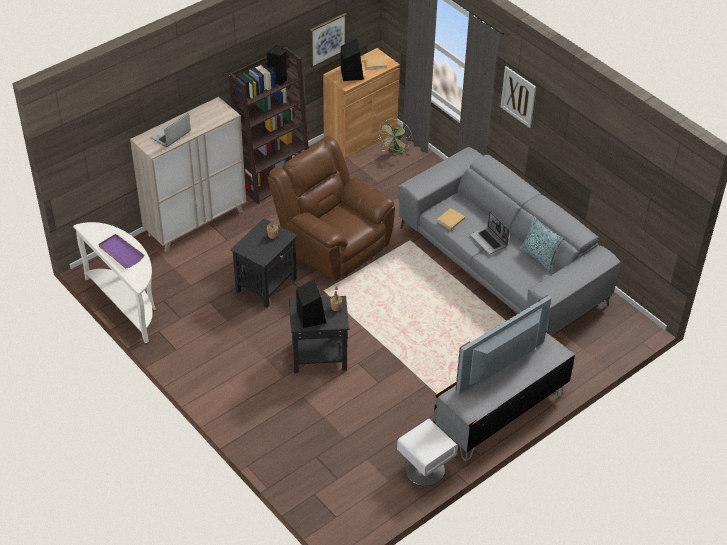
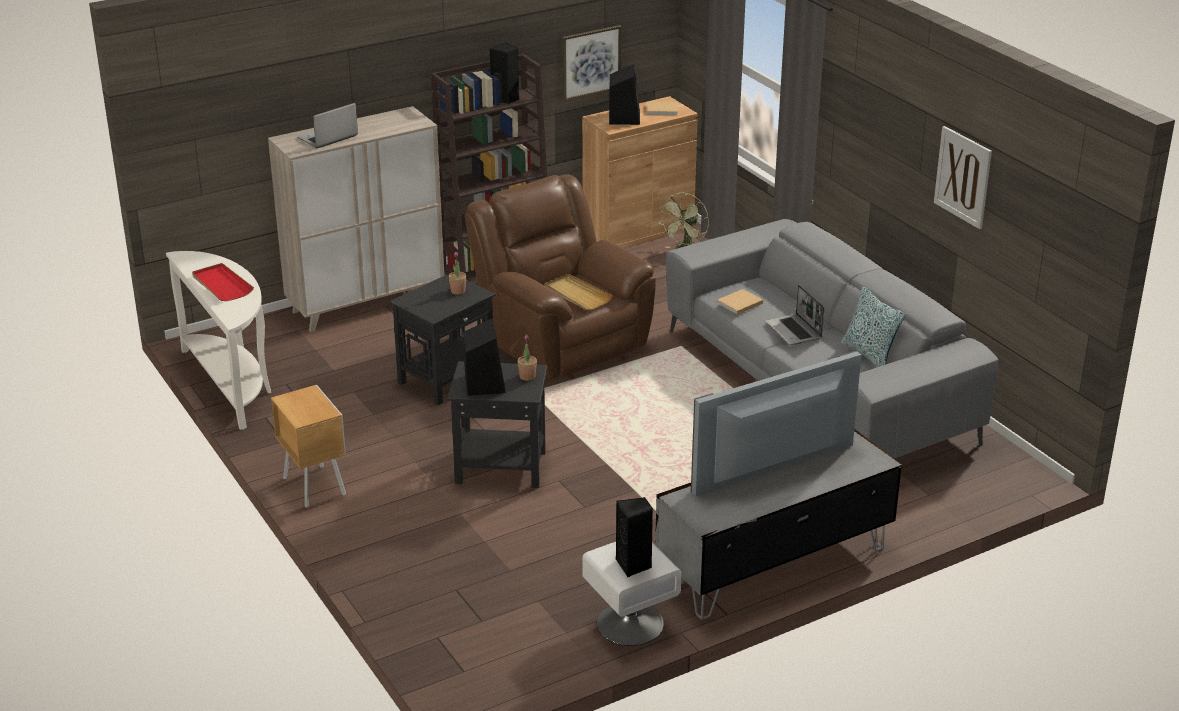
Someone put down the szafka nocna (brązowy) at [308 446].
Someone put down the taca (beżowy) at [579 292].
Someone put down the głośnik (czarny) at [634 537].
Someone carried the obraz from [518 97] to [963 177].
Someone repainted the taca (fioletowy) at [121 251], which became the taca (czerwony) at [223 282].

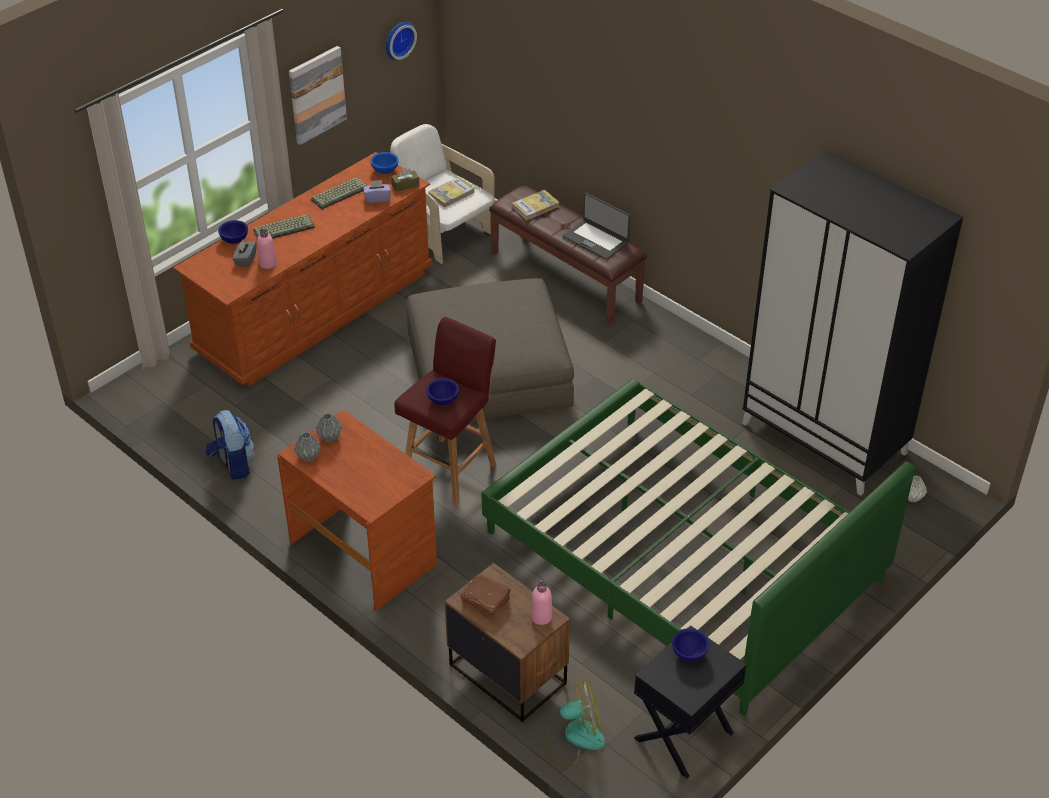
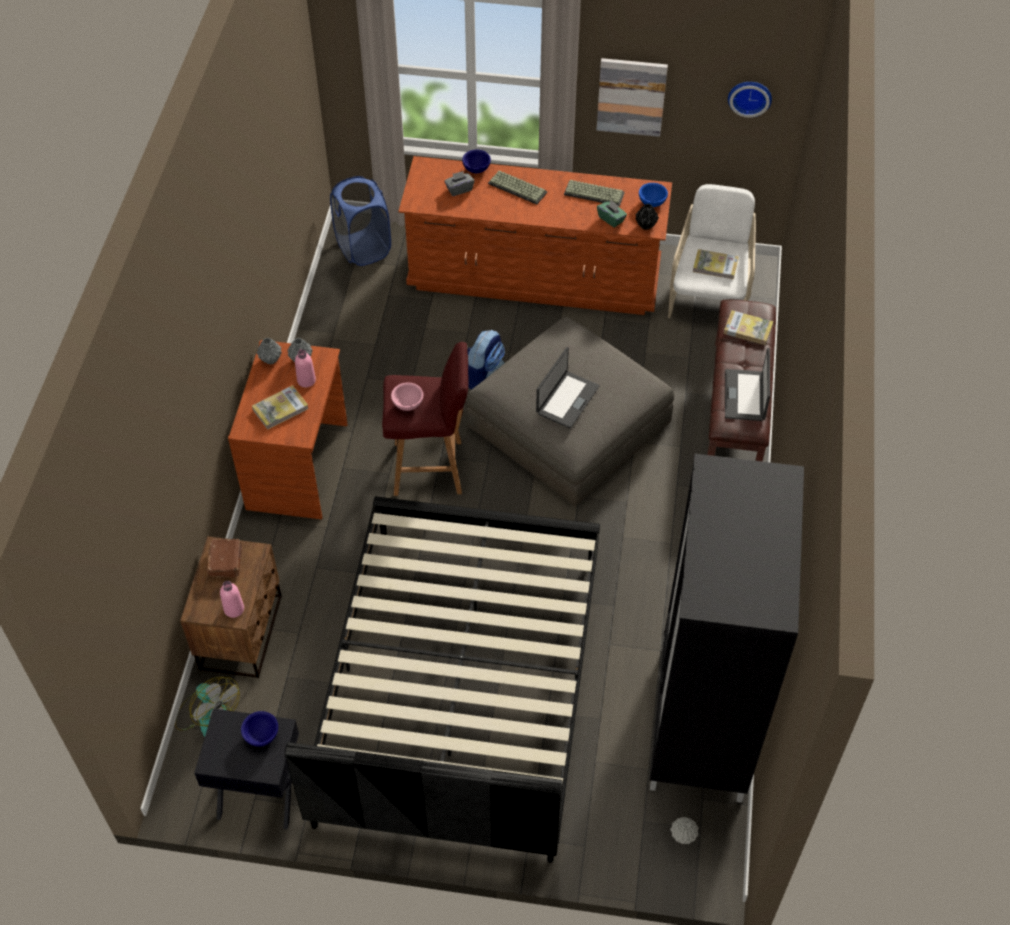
Someone put down the książka at [280 407].
Someone put down the kosz na pranie (niebieski) at [360 221].
Someone put down the laptop at [568 387].
Someone carried the plecak from [230 445] to [486 360].
Someone carried the butelka (różowy) from [267 249] to [305 368].
Someone swapped the pudełko chusteczek (brązowy) at [405 180] for the wazon (czarny) at [647 217].
Someone repainted the pudełko chusteczek (fioletowy) at [377 191], which became the pudełko chusteczek (zielony) at [612 214].
Someone repainted the miska (niebieski) at [442 391], which became the miska (różowy) at [407 397].
Someone repainted the łóżko (zielony) at [698 547], which became the łóżko (czarny) at [442 679].

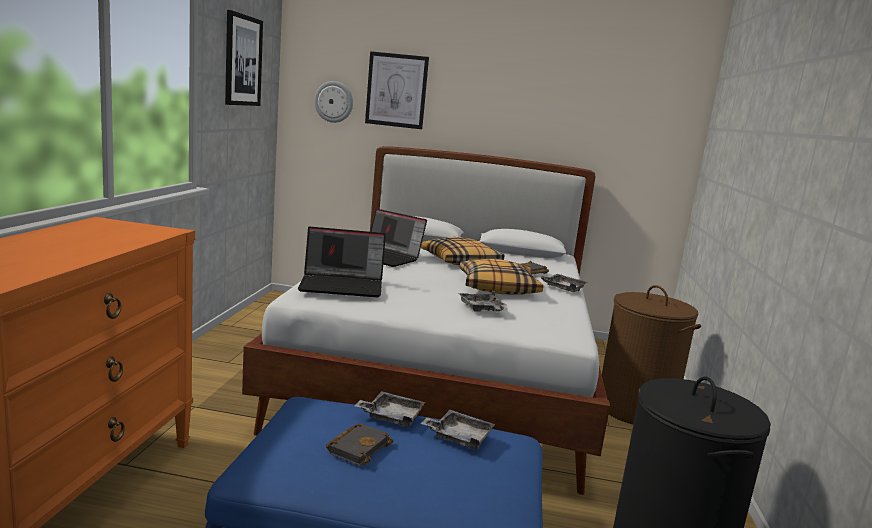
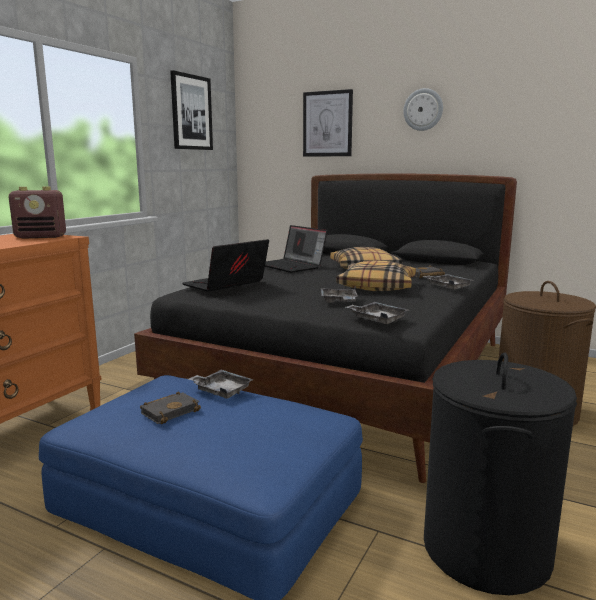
Someone put down the radio at [37 212].
Someone carried the zegar ścienny from [333 102] to [423 109].
Someone carried the taca (szary) from [457 430] to [377 313].
Someone repainted the łóżko (biały) at [426 320], which became the łóżko (czarny) at [325 328].
Someone rotated the laptop at [342 262] by 120 degrees clockwise.

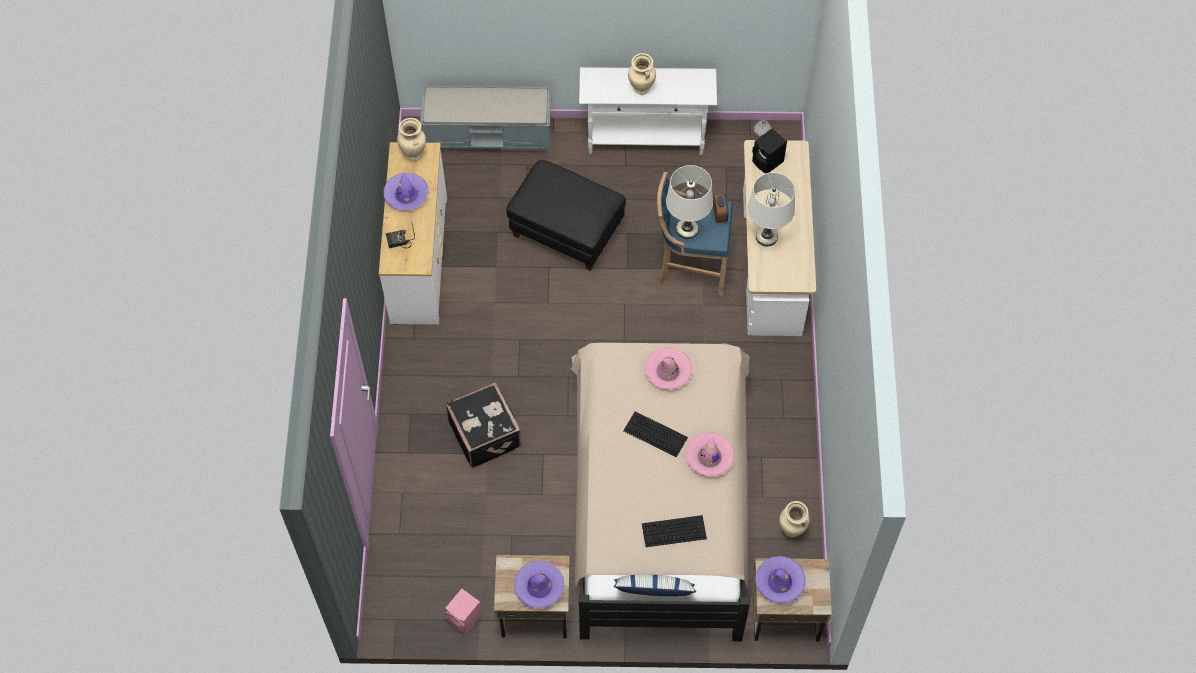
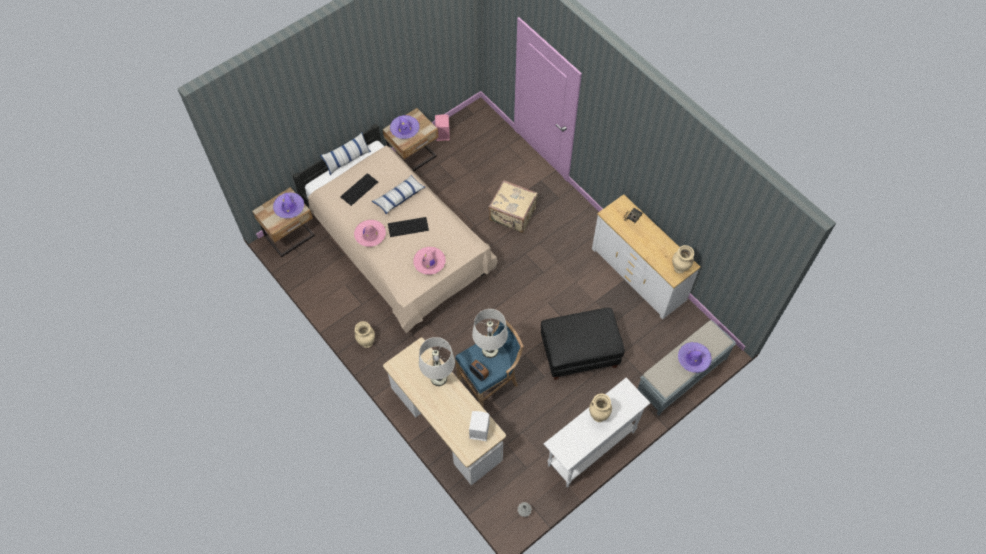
Someone put down the poduszka at [398 194].
Someone carried the kapelusz (fioletowy) from [406 192] to [695 357].
Someone carried the wazon (beżowy) from [794 519] to [364 334].
Someone repainted the walizka (czarny) at [483 425], which became the walizka (beżowy) at [513 206].
Someone repainted the głośnik (czarny) at [769 151], which became the głośnik (biały) at [479 426].

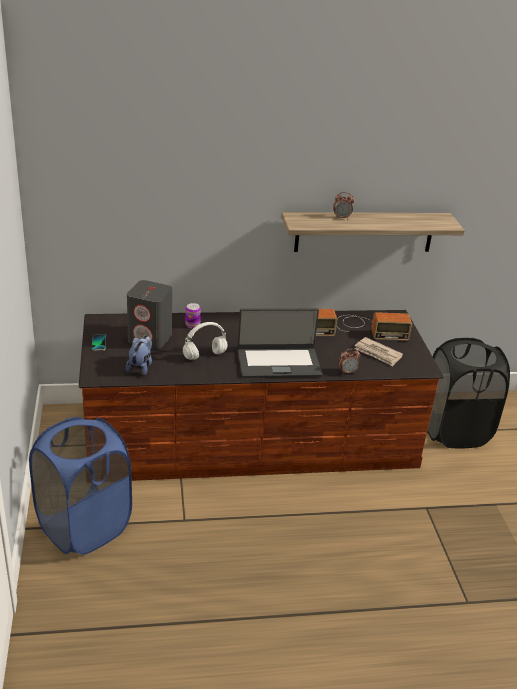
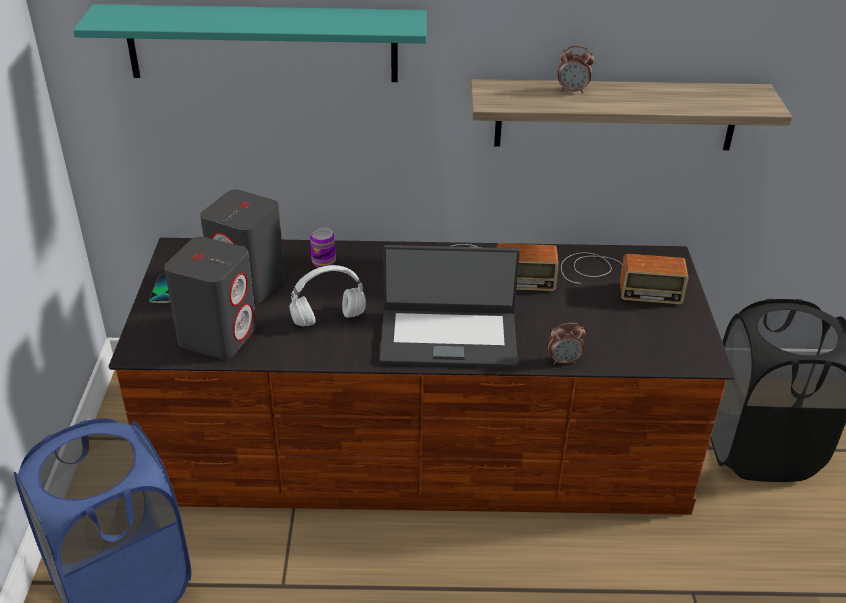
Someone took away the gazeta at [378 352].
Someone put up the półka (turkusowy) at [250 43].
Someone swapped the pluszak at [139 355] for the głośnik (szary) at [210 298].

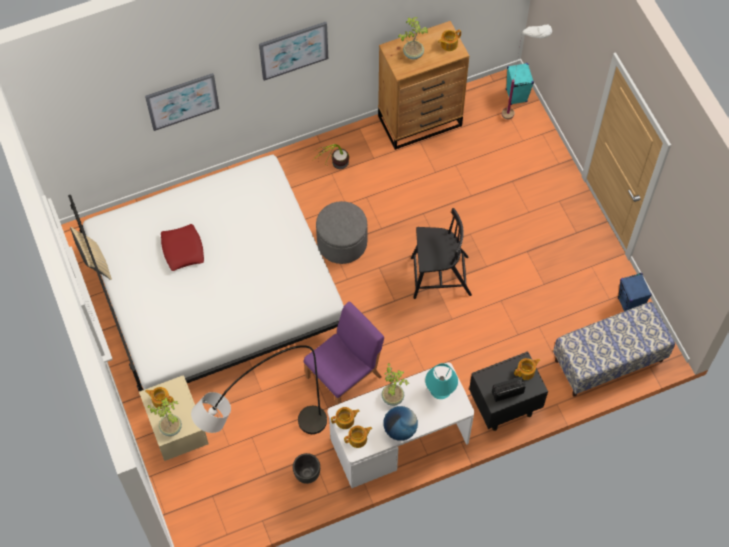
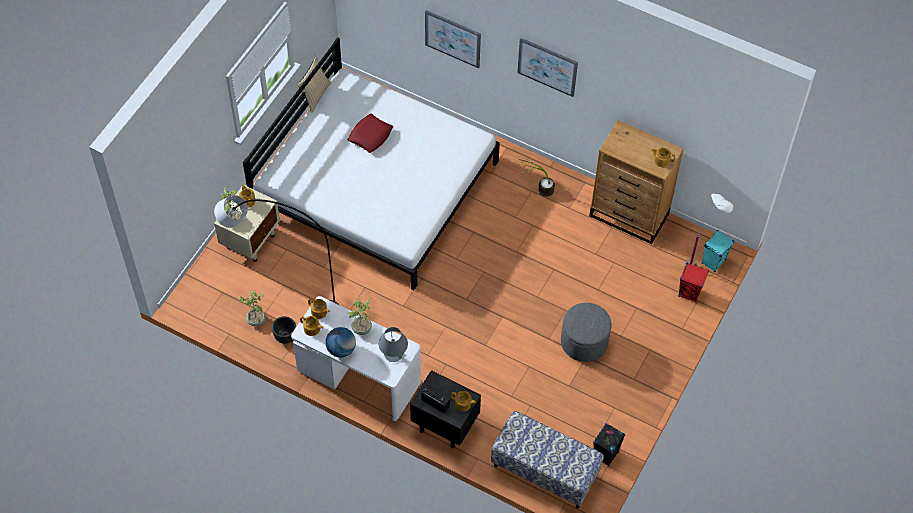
Someone took away the krzesło (fioletowy) at [343 353].
Someone took away the krzesło (czarny) at [441 253].
Someone put down the głośnik (czerwony) at [693 283].
Someone carried the pufa (szary) from [341 232] to [586 332].
Someone carried the roślina doniczkowa from [413 38] to [251 307].
Someone repainted the lampa stołowa (turkusowy) at [441 381], which became the lampa stołowa (szary) at [393 344].
Someone repainted the głośnik (niebieski) at [635 292], which became the głośnik (czarny) at [609 445].

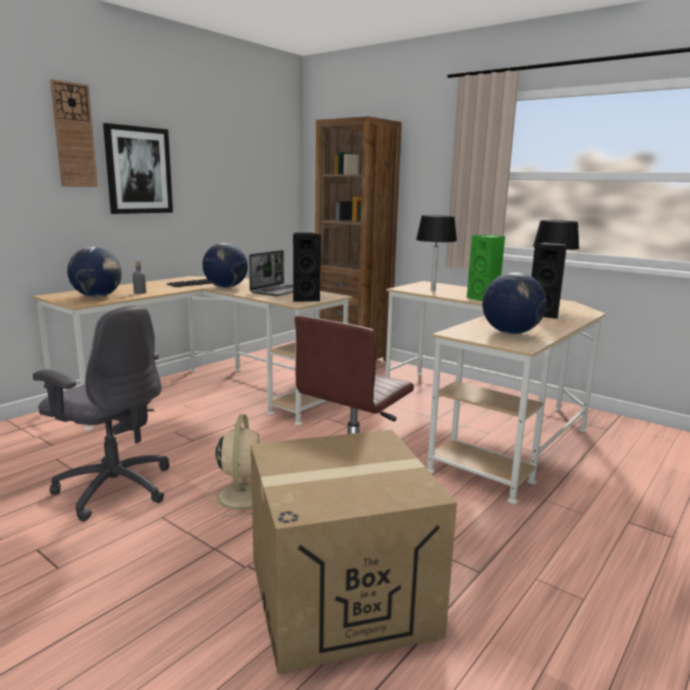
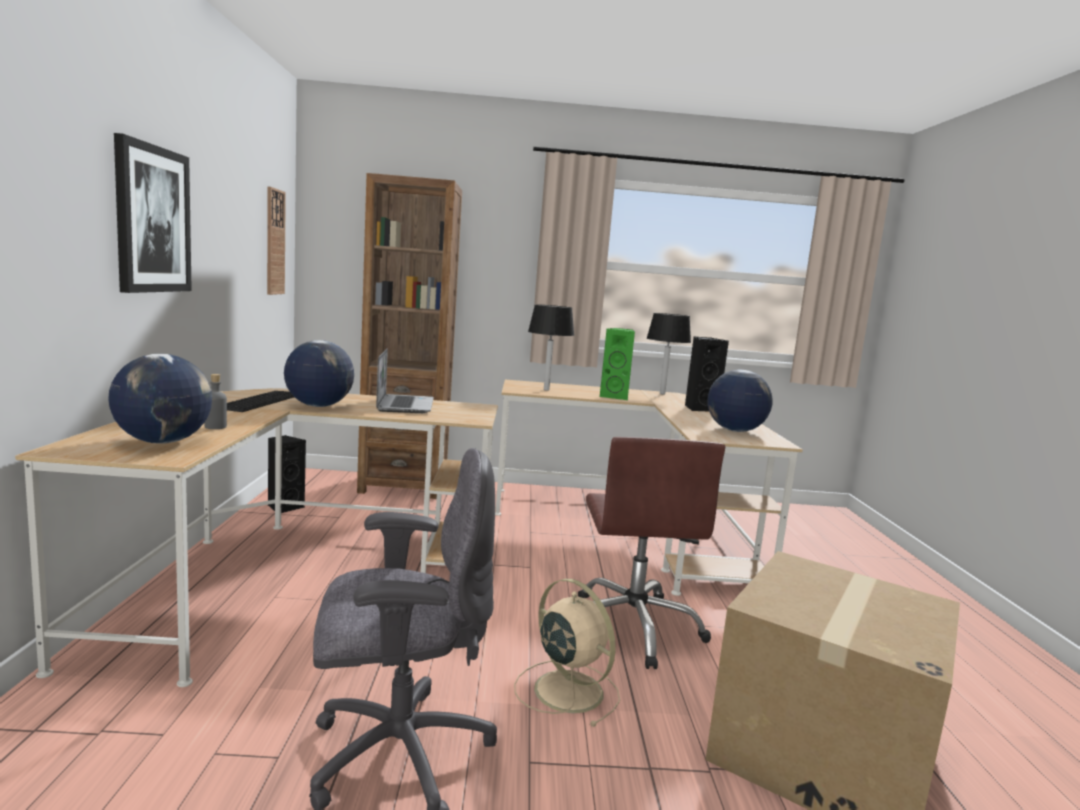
Someone carried the zegar ścienny from [74 133] to [276 241].
Someone carried the głośnik (czarny) from [307 267] to [287 474].

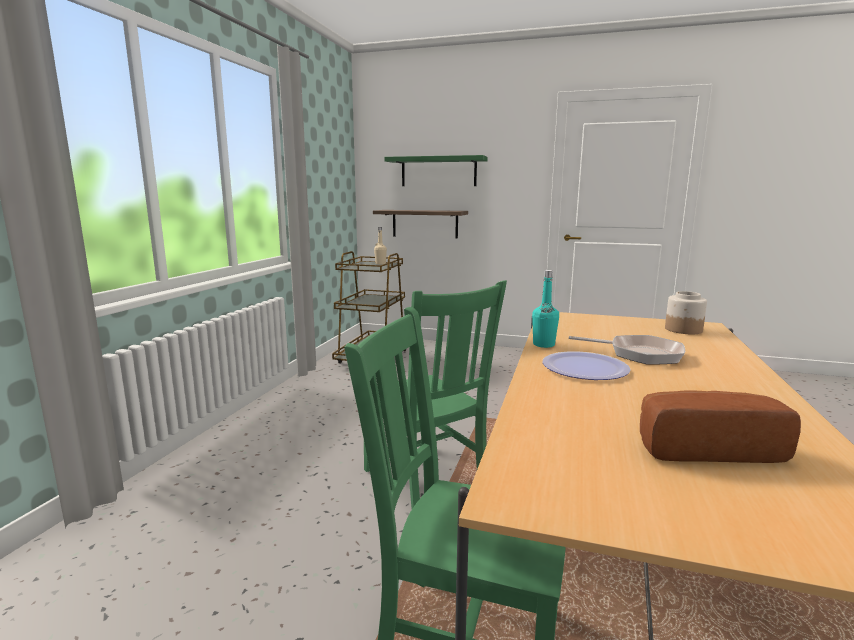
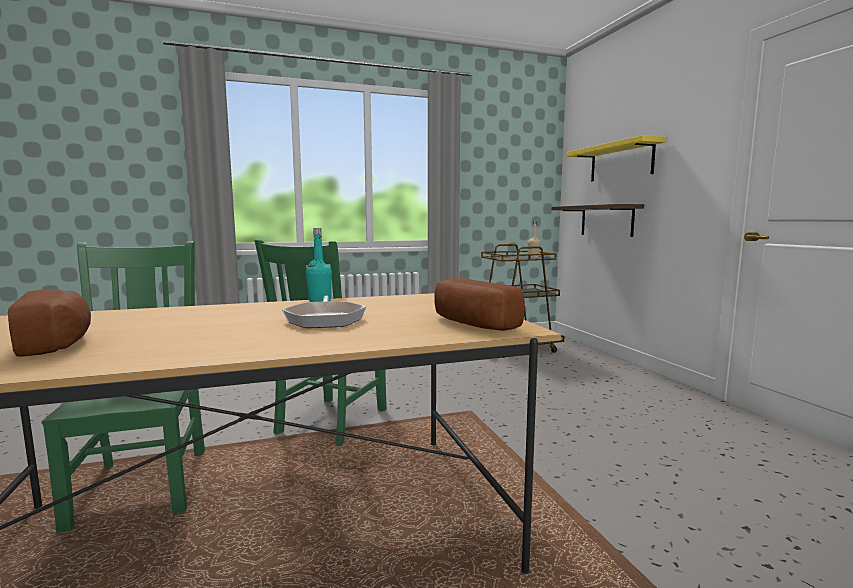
Someone took away the talerz at [587 365].
Someone swapped the słoik at [686 312] for the chleb at [479 304].
Someone repainted the półka (zielony) at [436 170], which became the półka (żółty) at [616 158].

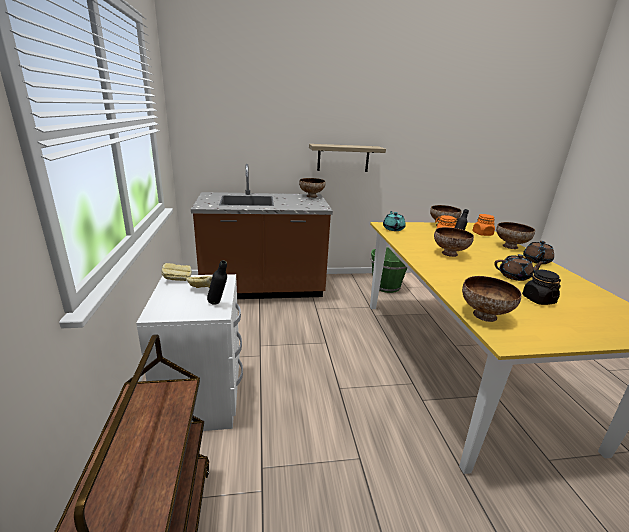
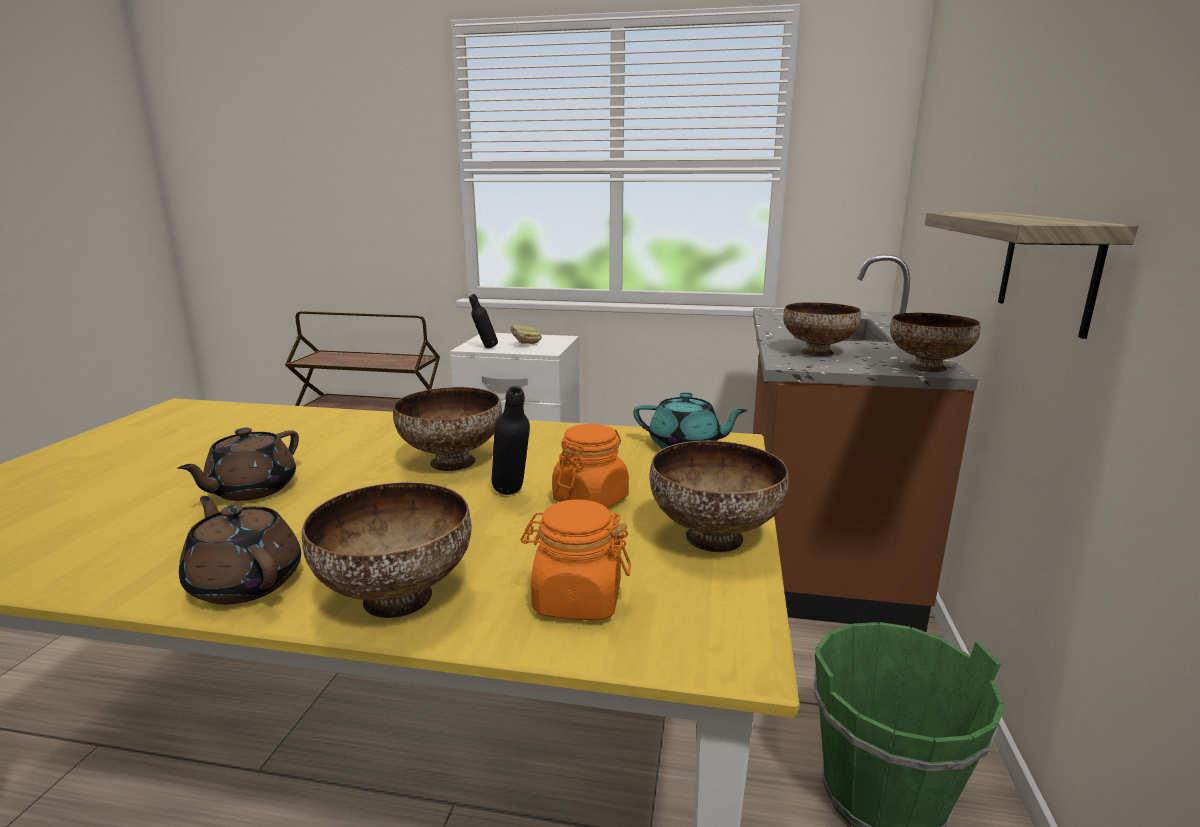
Someone took away the chleb at [176 272].
Someone took away the słoik (czarny) at [541 287].
Someone carried the miska from [492 299] to [822 329].

